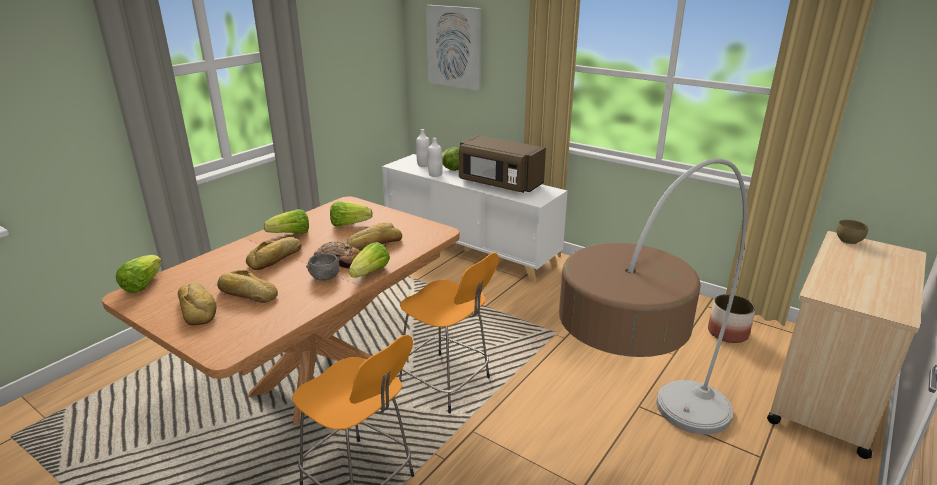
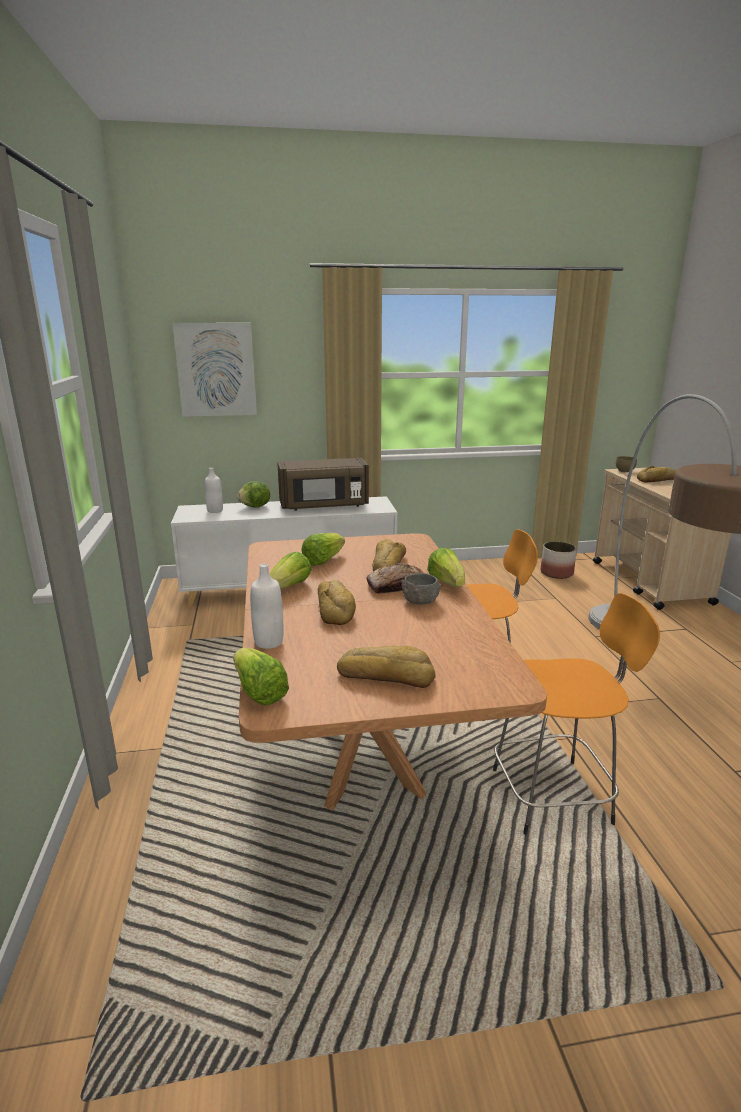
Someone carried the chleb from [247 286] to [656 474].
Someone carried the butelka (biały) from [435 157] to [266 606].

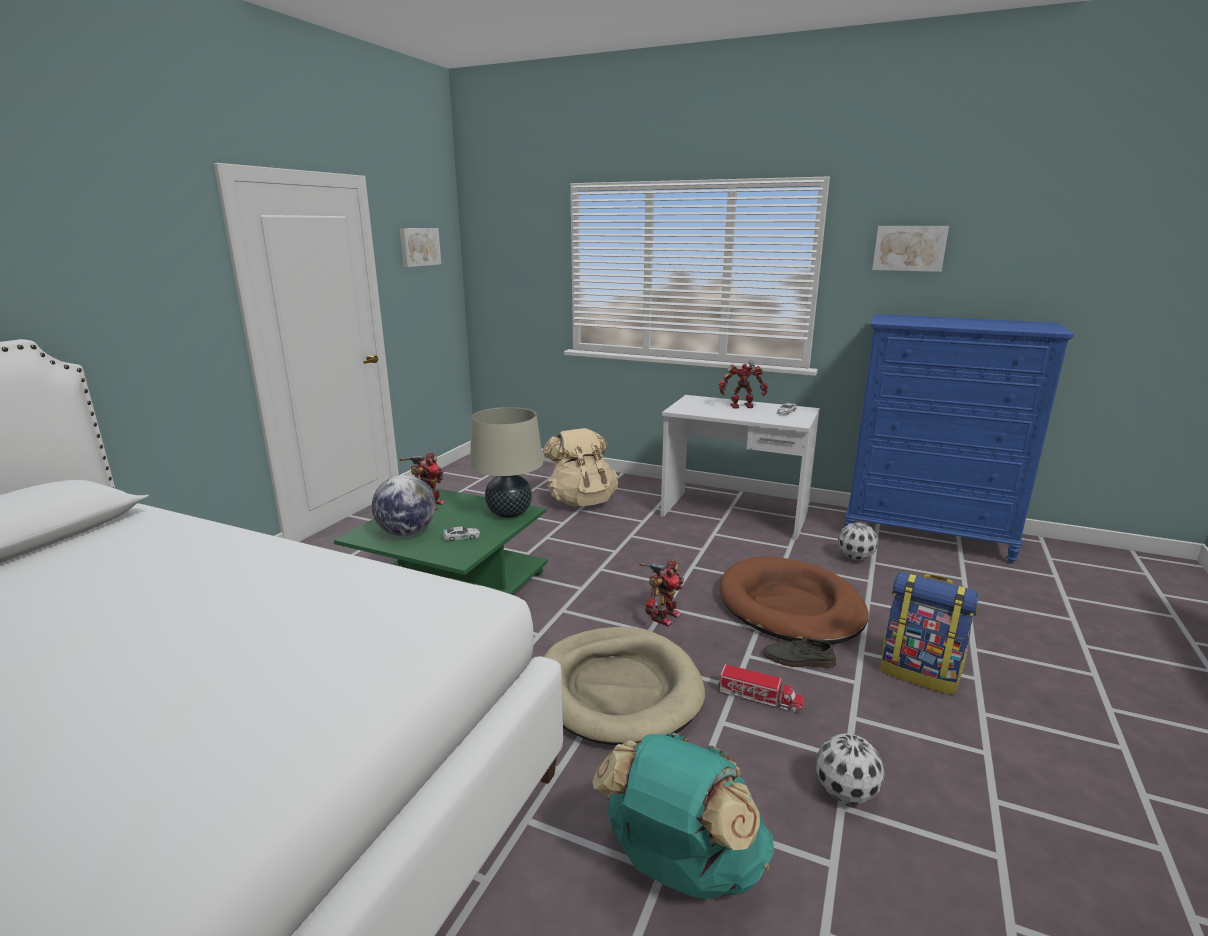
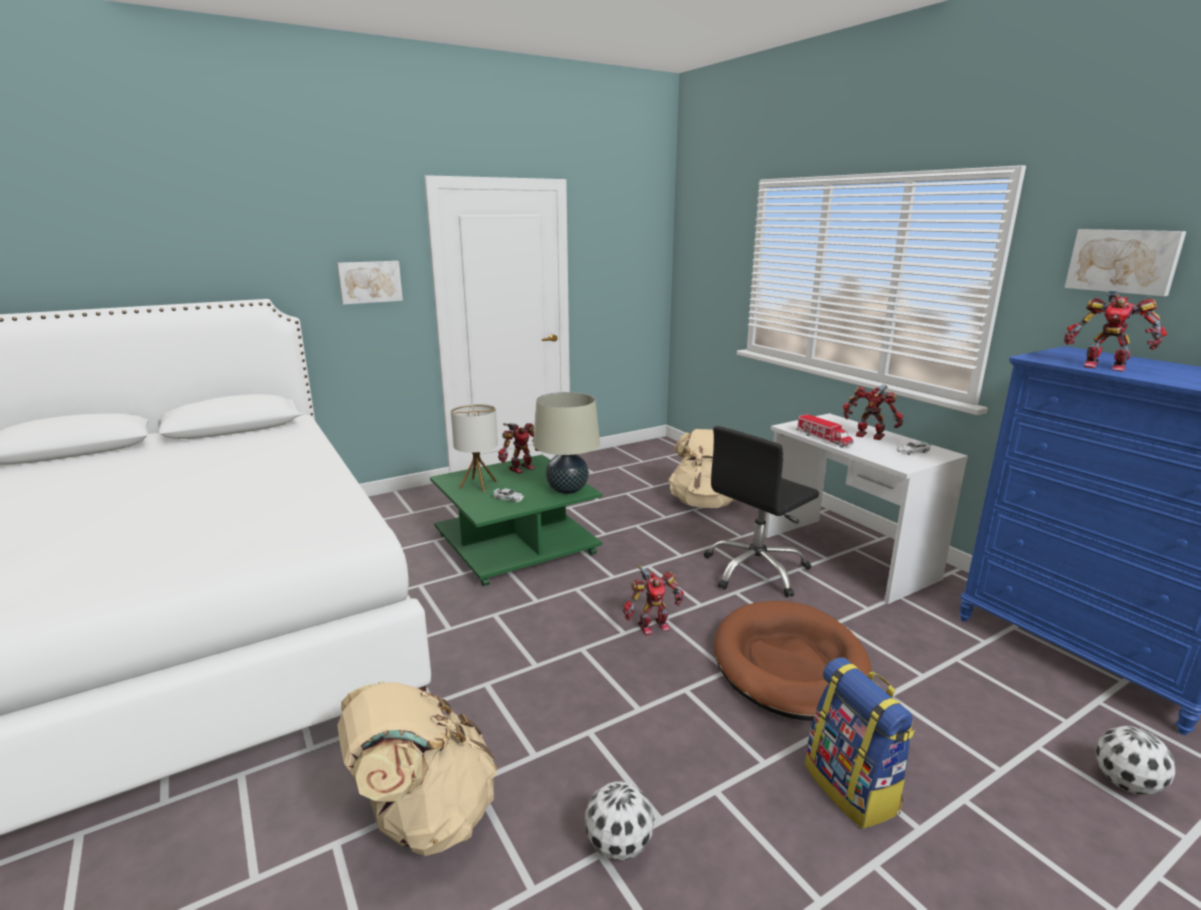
Someone took away the legowisko (beżowy) at [624 686].
Someone took away the but (szary) at [799 652].
Someone put down the krzesło biurowe (czarny) at [761 511].
Someone put down the robot zabawkowy at [1115 331].
Someone carried the obraz from [420 247] to [370 283].
Someone carried the ciężarówka zabawkowa from [761 688] to [824 431].
Someone carried the piłka futbolowa from [858 541] to [1135 760].
Someone swapped the globus at [404 505] for the lampa stołowa at [474 448].
Someone repainted the plecak (turkusowy) at [683 815], which became the plecak (beżowy) at [417 769].

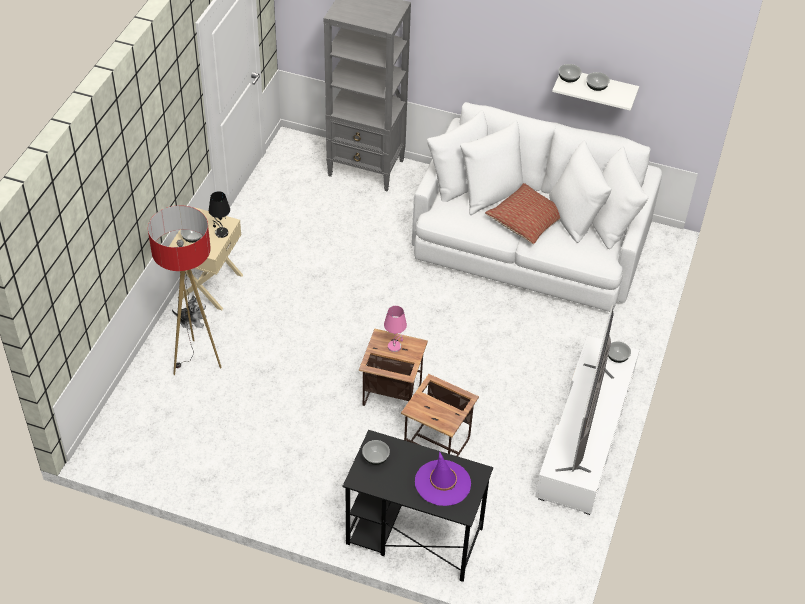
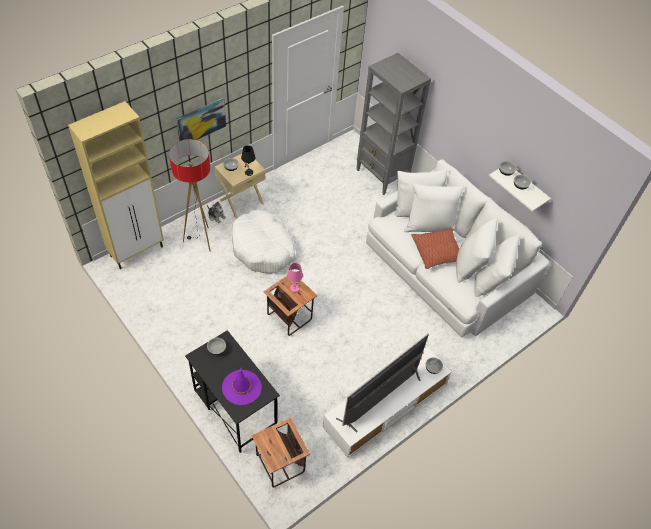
Someone put down the szafka (beżowy) at [116 185].
Someone put up the obraz at [201 119].
Someone put down the legowisko (biały) at [263 242].
Someone carried the stolik from [440 415] to [280 452].

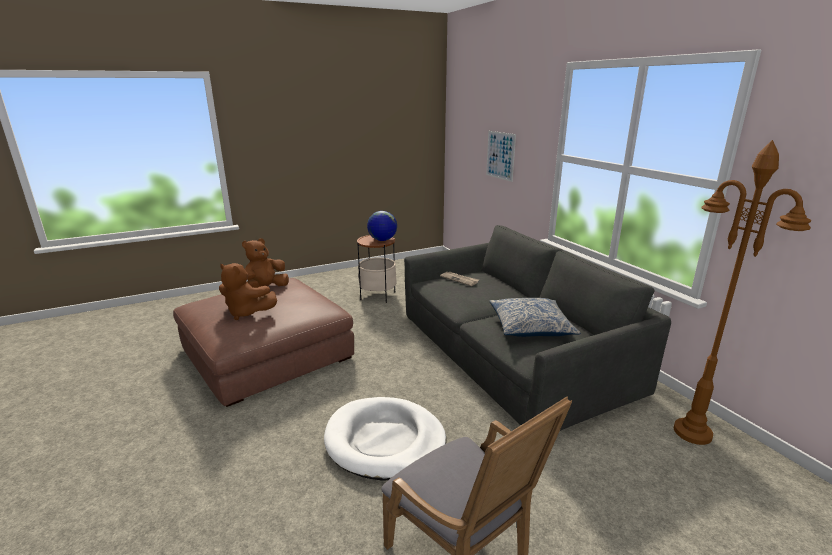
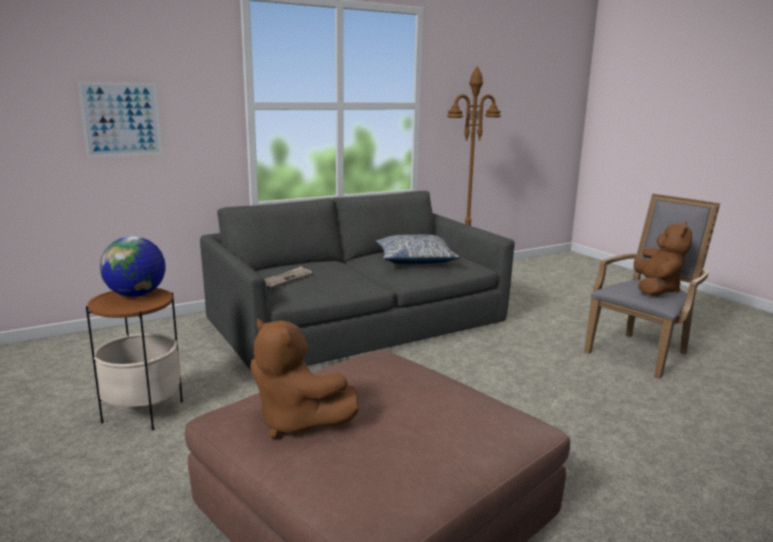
Someone took away the legowisko (biały) at [385 438].
Someone carried the pluszak (brązowy) from [248 291] to [663 258].

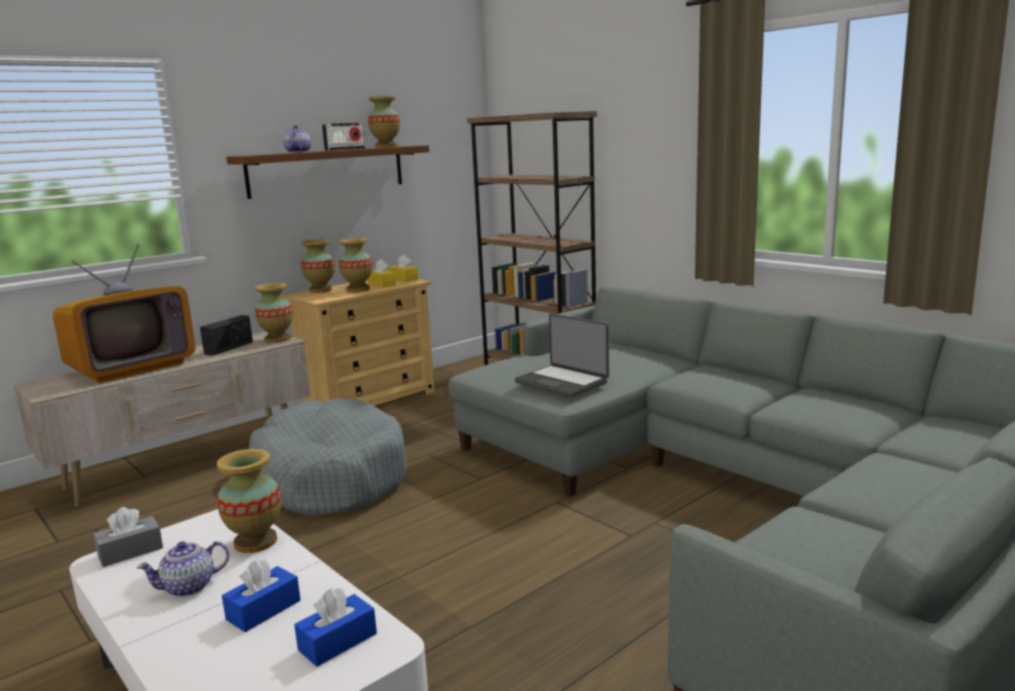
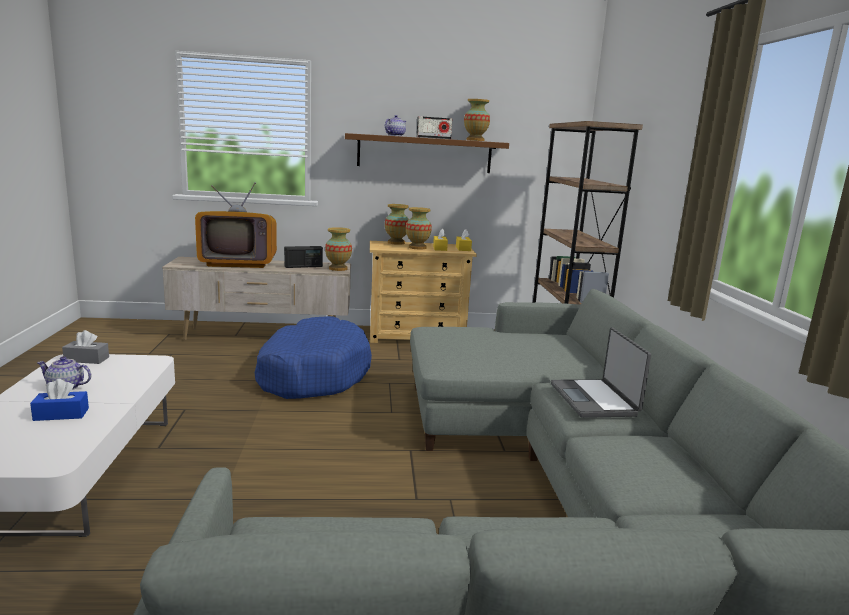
Someone took away the wazon at [249 501].
Someone took away the pudełko chusteczek (niebieski) at [335 627].
Someone carried the laptop from [562 355] to [601 373].
Someone repainted the legowisko (szary) at [328 457], which became the legowisko (niebieski) at [313 357].

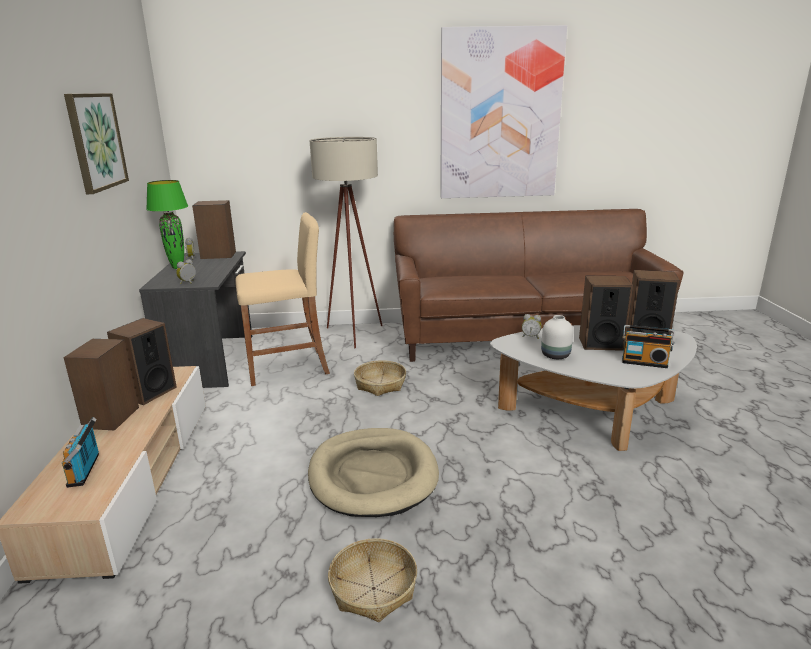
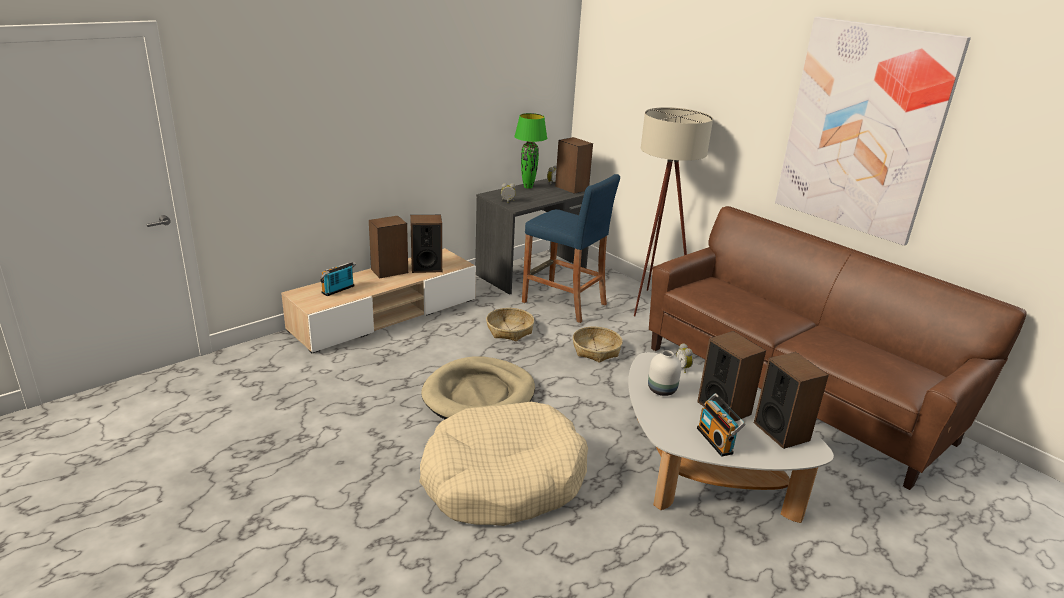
Someone took away the obraz at [96 143].
Someone put down the legowisko (beżowy) at [503 464].
Someone carried the koszyk from [372 580] to [510 324].
Someone repainted the stołek (beżowy) at [282 299], which became the stołek (niebieski) at [571 248].

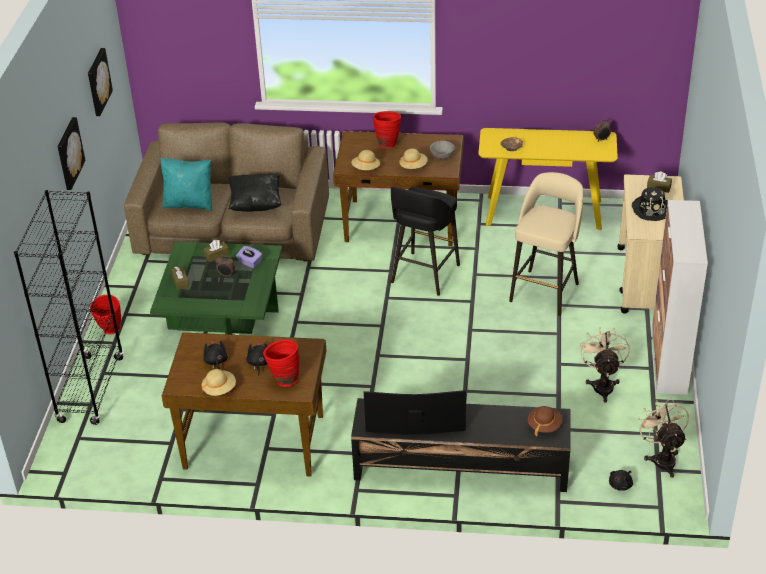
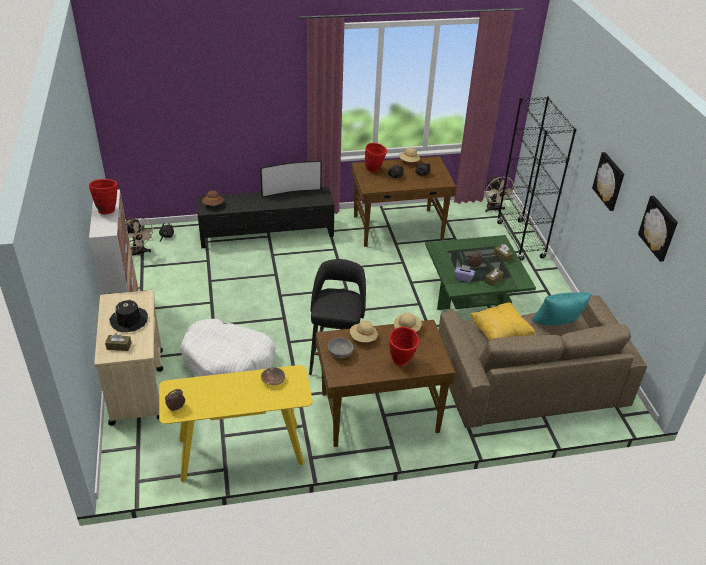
Someone carried the wazon (czerwony) from [105 315] to [103 196].
Someone carried the wentylator (beżowy) from [605 365] to [500 194].
Someone swapped the stołek (beżowy) at [546 244] for the legowisko (biały) at [228 348].
Someone repainted the poduszka (czarny) at [255 193], which became the poduszka (żółty) at [503 321].

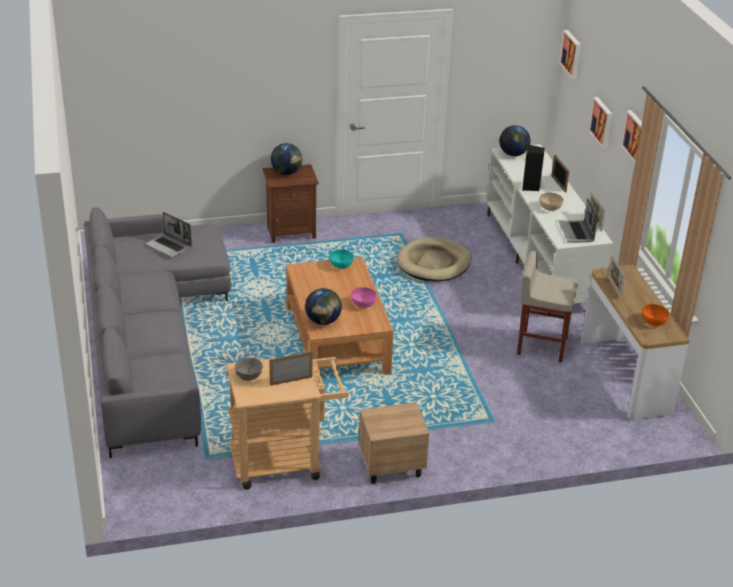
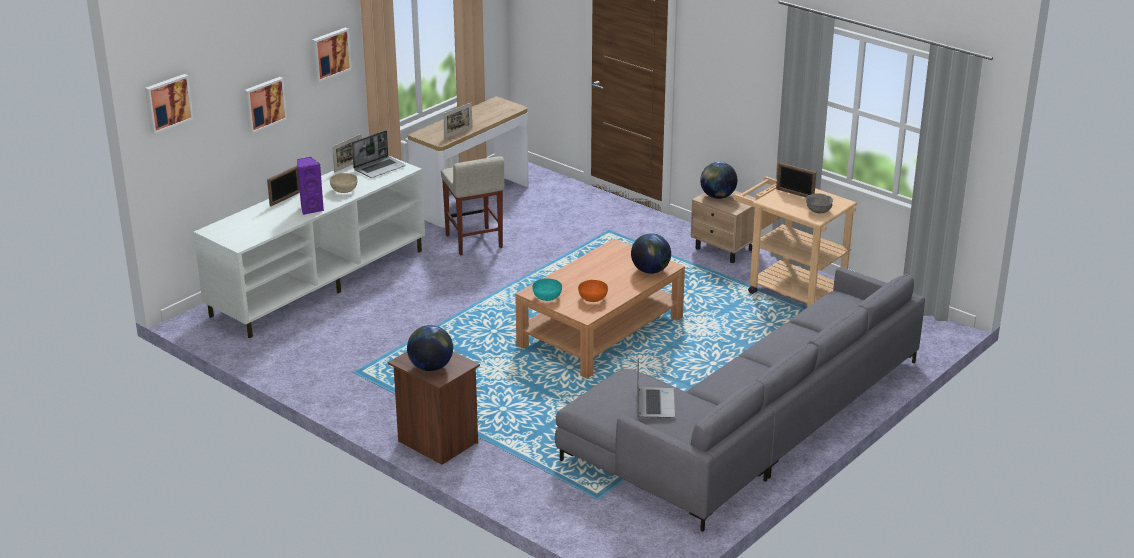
Someone took away the miska (różowy) at [364 297].
Someone took away the legowisko (beżowy) at [433 259].
Someone carried the globus from [515 140] to [718 180].
Someone carried the miska (pomarańczowy) from [655 315] to [593 291].
Someone repainted the głośnik (czarny) at [533 168], which became the głośnik (fioletowy) at [310 186].

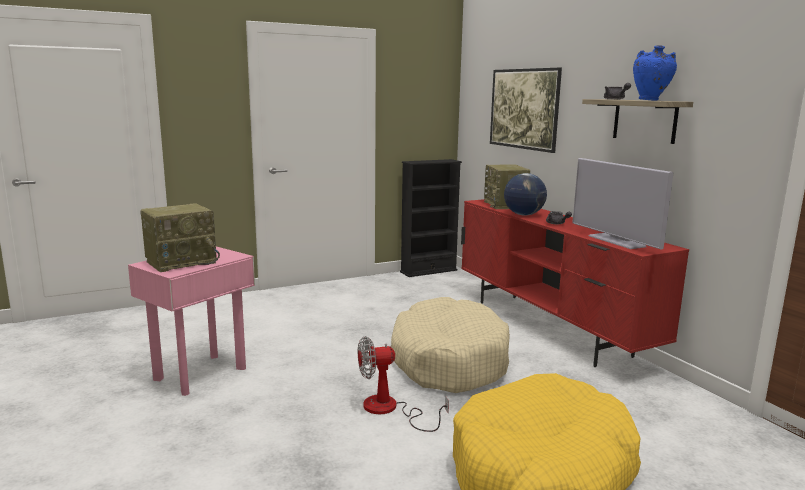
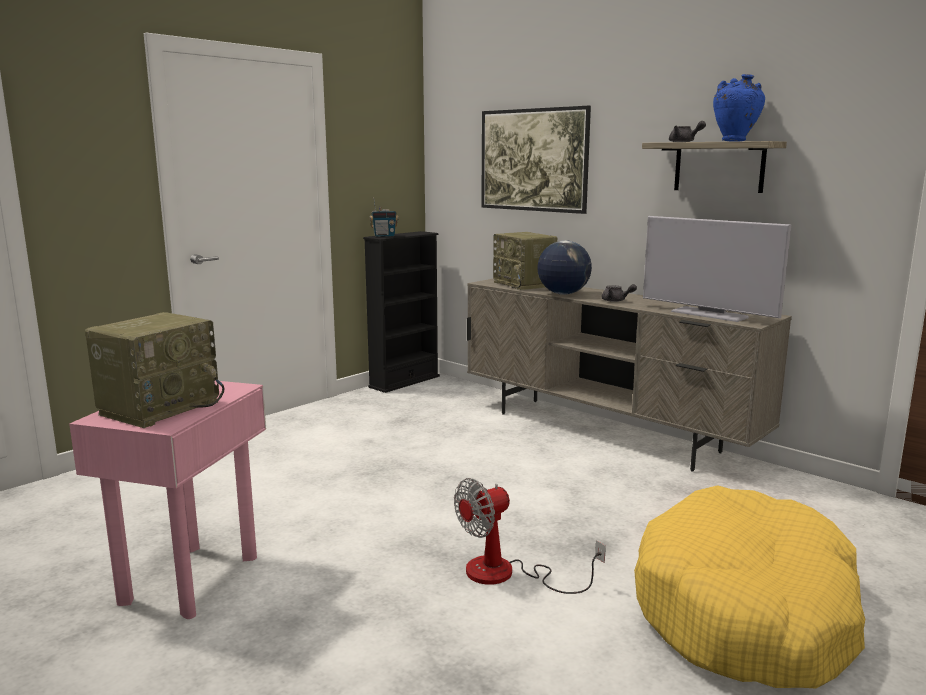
Someone took away the legowisko (beżowy) at [450 345].
Someone put down the radio at [384 217].
Someone repainted the szafka pod telewizor (czerwony) at [575 283], which became the szafka pod telewizor (beżowy) at [629 375].

